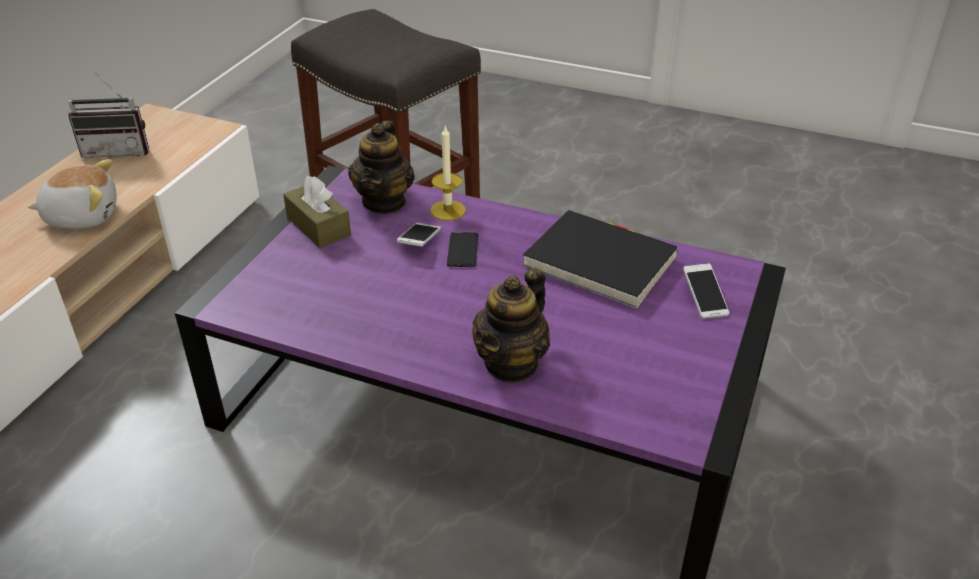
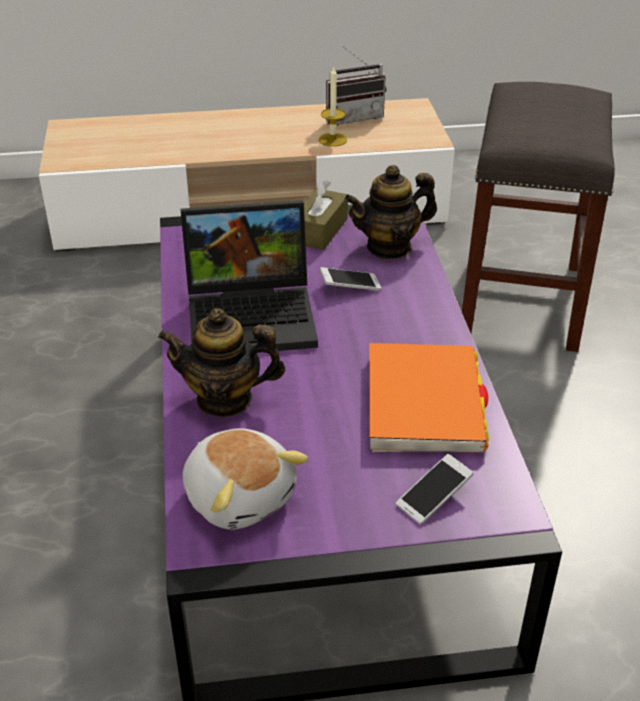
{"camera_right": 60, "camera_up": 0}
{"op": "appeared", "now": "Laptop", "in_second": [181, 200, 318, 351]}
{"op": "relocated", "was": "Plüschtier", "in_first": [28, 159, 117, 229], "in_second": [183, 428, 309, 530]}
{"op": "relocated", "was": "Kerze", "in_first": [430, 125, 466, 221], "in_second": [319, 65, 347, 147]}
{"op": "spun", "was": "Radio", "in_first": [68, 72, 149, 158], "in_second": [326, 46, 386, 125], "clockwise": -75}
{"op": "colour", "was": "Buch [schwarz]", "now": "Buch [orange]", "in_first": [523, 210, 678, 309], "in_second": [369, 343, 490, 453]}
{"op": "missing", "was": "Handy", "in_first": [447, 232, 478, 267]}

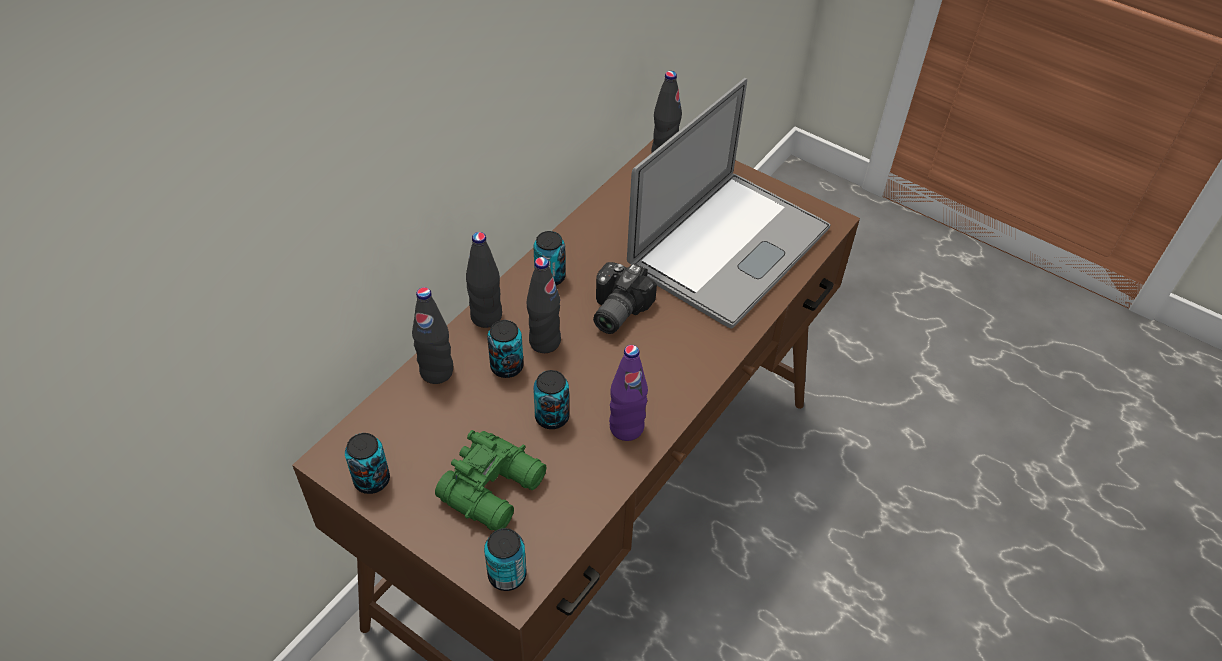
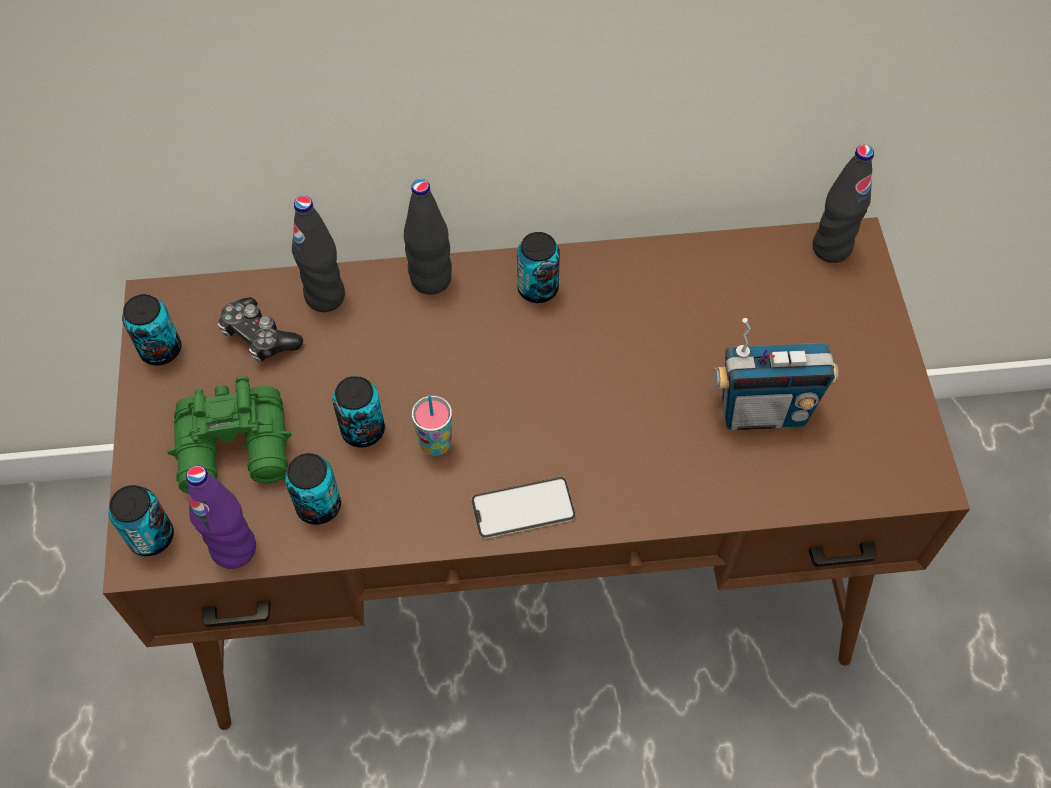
{"camera_right": 50, "camera_up": 10}
{"op": "relocated", "was": "Flasche [lila]", "in_first": [609, 345, 648, 441], "in_second": [186, 465, 256, 569]}
{"op": "appeared", "now": "Gamepad", "in_second": [218, 297, 303, 362]}
{"op": "relocated", "was": "Dose", "in_first": [487, 320, 524, 378], "in_second": [285, 453, 341, 525]}
{"op": "appeared", "now": "Tasse", "in_second": [412, 395, 452, 456]}
{"op": "appeared", "now": "Handy", "in_second": [471, 477, 575, 539]}
{"op": "exchanged", "was": "Laptop", "now": "Radio", "in_first": [627, 78, 831, 329], "in_second": [713, 318, 839, 430]}
{"op": "missing", "was": "Flasche [schwarz]", "in_first": [527, 257, 561, 353]}
{"op": "missing", "was": "Kamera", "in_first": [593, 262, 657, 334]}

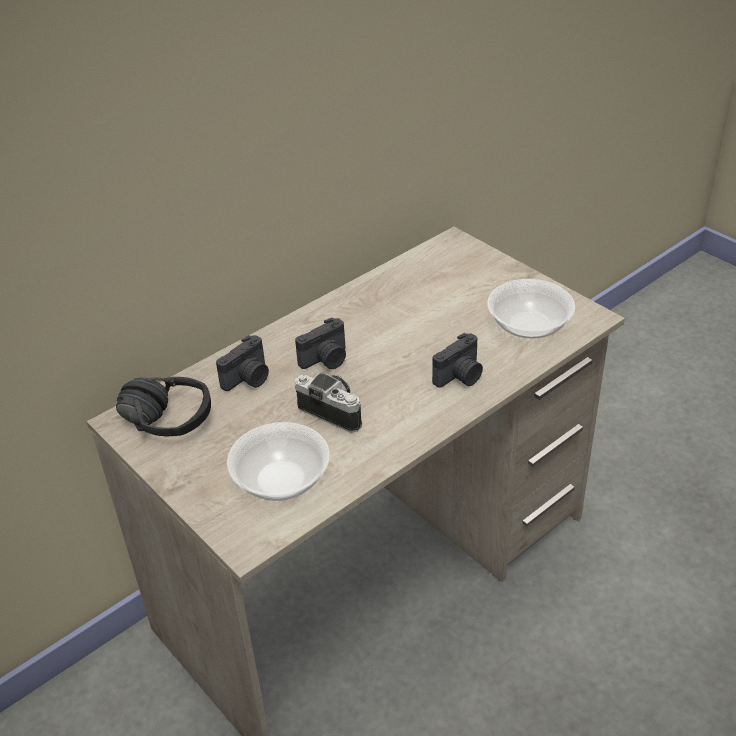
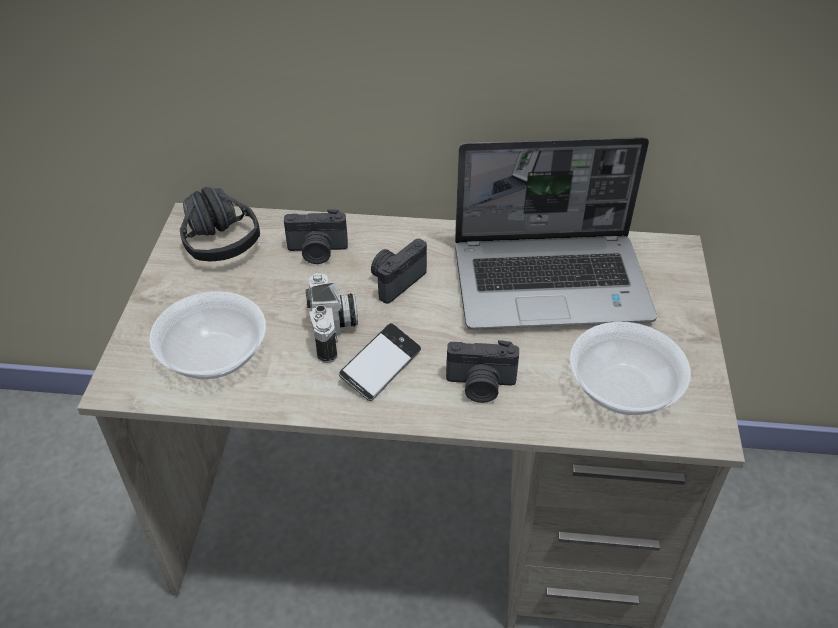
{"camera_right": 45, "camera_up": 5}
{"op": "appeared", "now": "Handy", "in_second": [339, 323, 421, 401]}
{"op": "spun", "was": "Kamera", "in_first": [295, 317, 346, 369], "in_second": [371, 239, 427, 304], "clockwise": 120}
{"op": "appeared", "now": "Laptop", "in_second": [455, 137, 657, 329]}

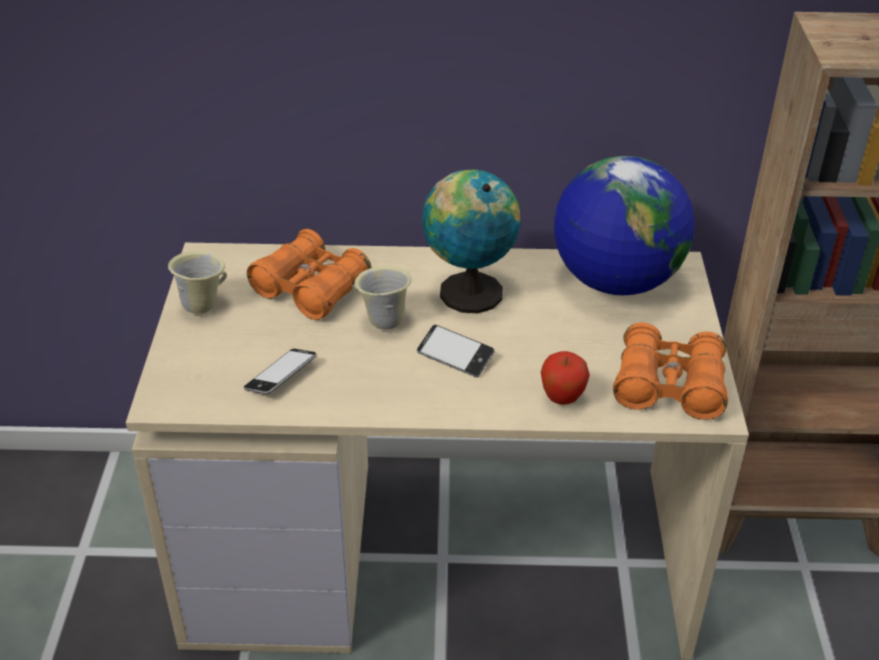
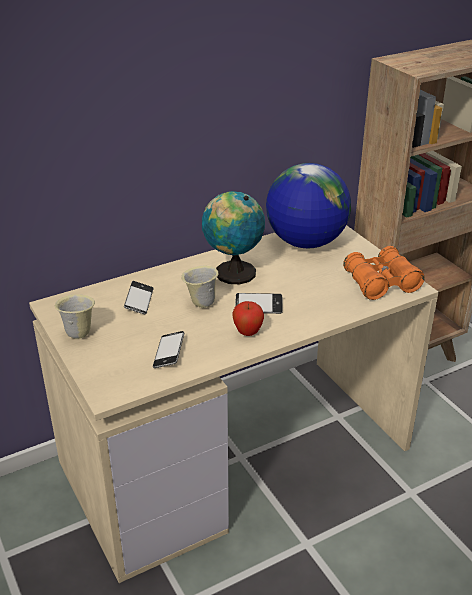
{"camera_right": -30, "camera_up": -5}
{"op": "exchanged", "was": "Fernglas [orange]", "now": "Handy", "in_first": [247, 229, 372, 320], "in_second": [124, 281, 153, 314]}
{"op": "relocated", "was": "Apfel", "in_first": [541, 351, 590, 405], "in_second": [232, 301, 264, 336]}

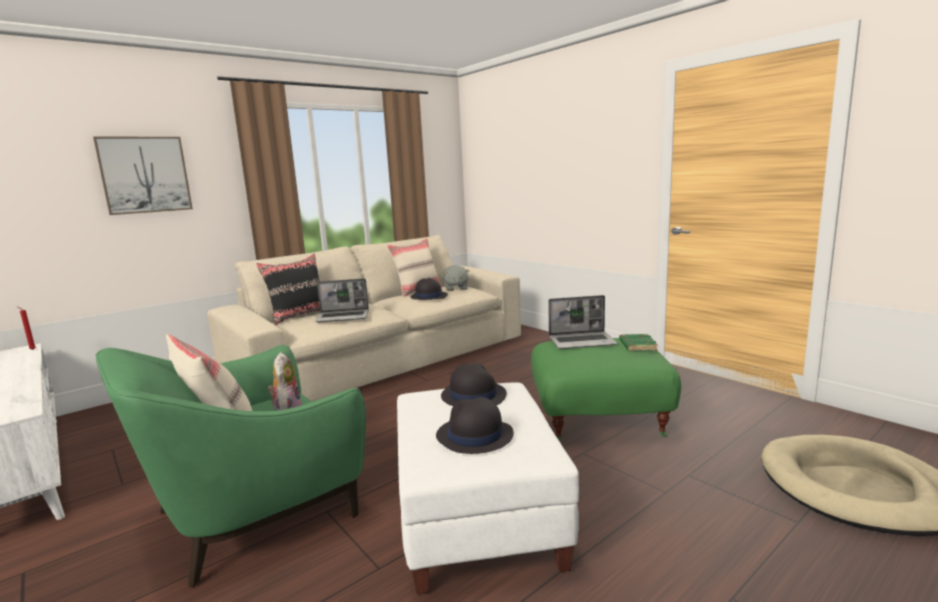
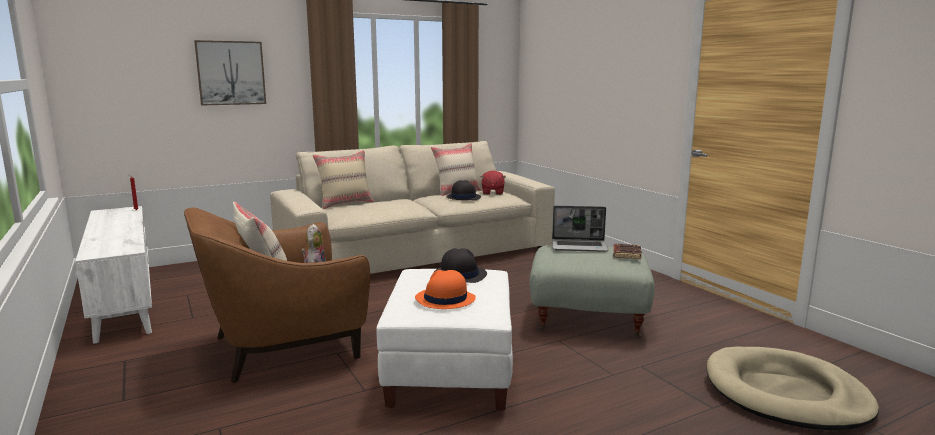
{"camera_right": 10, "camera_up": 0}
{"op": "colour", "was": "Sessel [grün]", "now": "Sessel [braun]", "in_first": [96, 345, 366, 587], "in_second": [184, 207, 370, 383]}
{"op": "colour", "was": "Kissen [schwarz]", "now": "Kissen [beige]", "in_first": [256, 254, 320, 325], "in_second": [313, 150, 374, 209]}
{"op": "colour", "was": "Hut [schwarz]", "now": "Hut [orange]", "in_first": [436, 397, 514, 454], "in_second": [415, 270, 476, 309]}
{"op": "colour", "was": "Plüschtier [grau]", "now": "Plüschtier [rot]", "in_first": [443, 265, 470, 291], "in_second": [480, 170, 506, 195]}
{"op": "colour", "was": "Polsterhocker [grün]", "now": "Polsterhocker [grau]", "in_first": [531, 338, 681, 441], "in_second": [530, 244, 655, 338]}
{"op": "colour", "was": "Buch [grün]", "now": "Buch [braun]", "in_first": [619, 334, 658, 351], "in_second": [613, 244, 642, 259]}
{"op": "missing", "was": "Laptop", "in_first": [315, 278, 369, 323]}

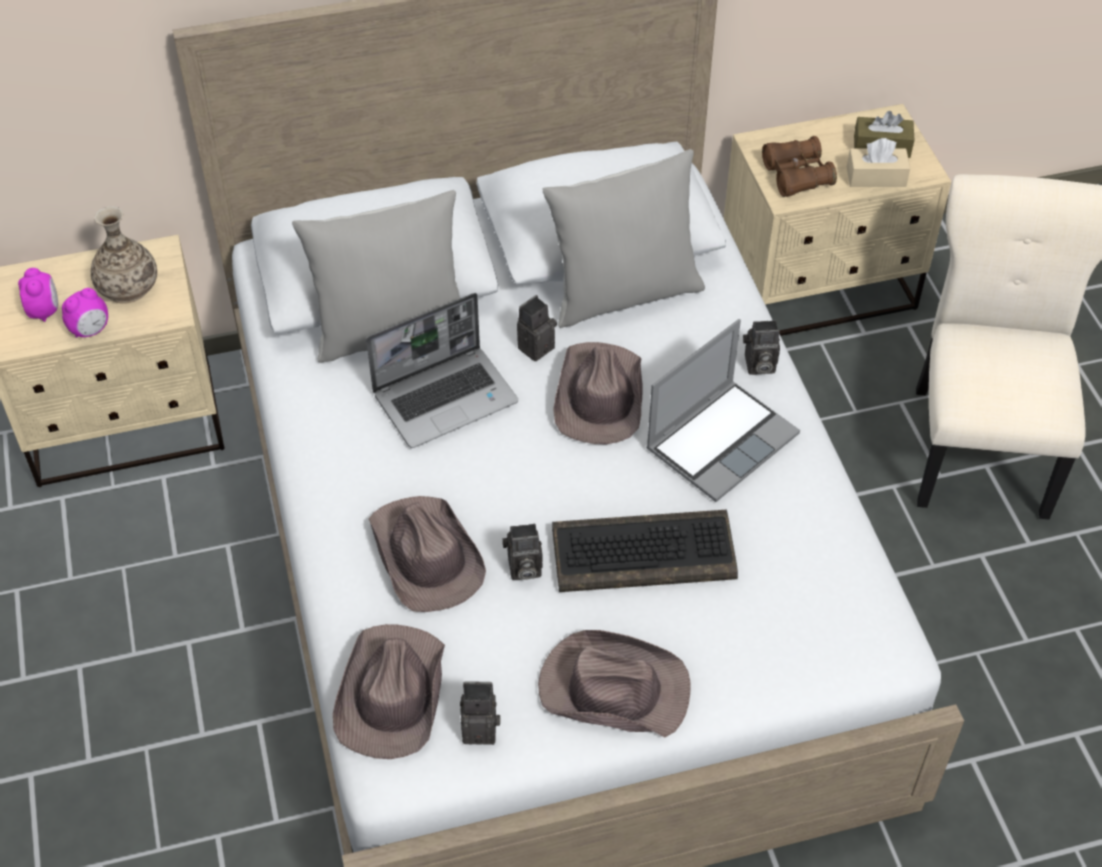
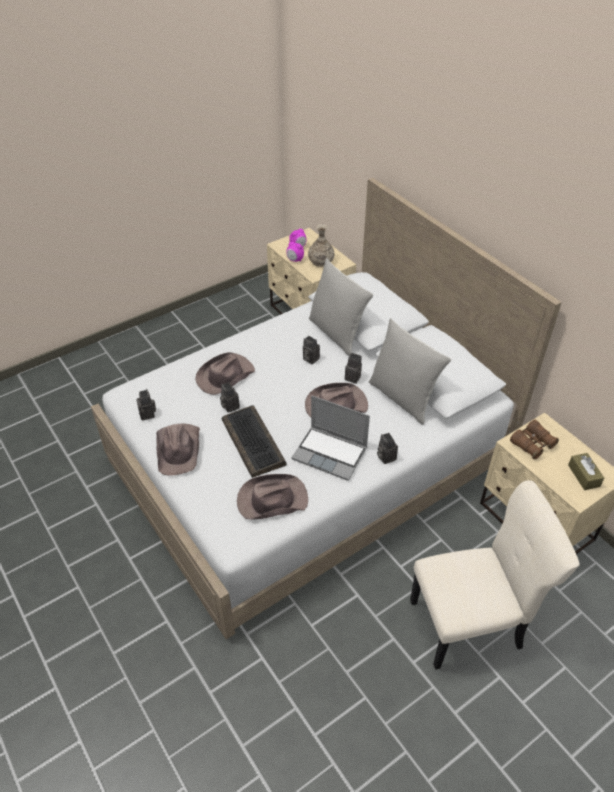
{"camera_right": 70, "camera_up": -5}
{"op": "relocated", "was": "Hut [braun]", "in_first": [333, 624, 445, 759], "in_second": [237, 474, 308, 520]}
{"op": "exchanged", "was": "Laptop", "now": "Kamera", "in_first": [366, 293, 518, 448], "in_second": [303, 336, 320, 364]}
{"op": "missing", "was": "Taschentuchbox [beige]", "in_first": [847, 138, 910, 187]}

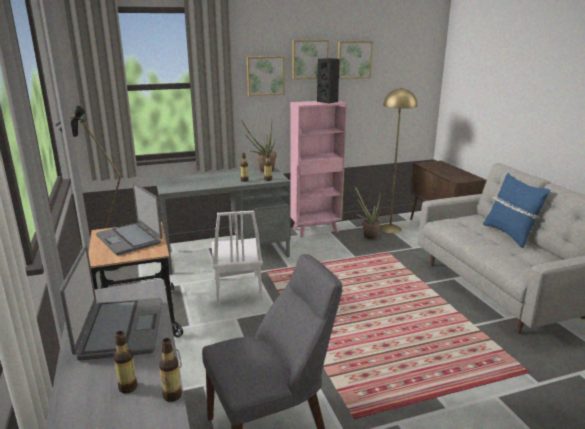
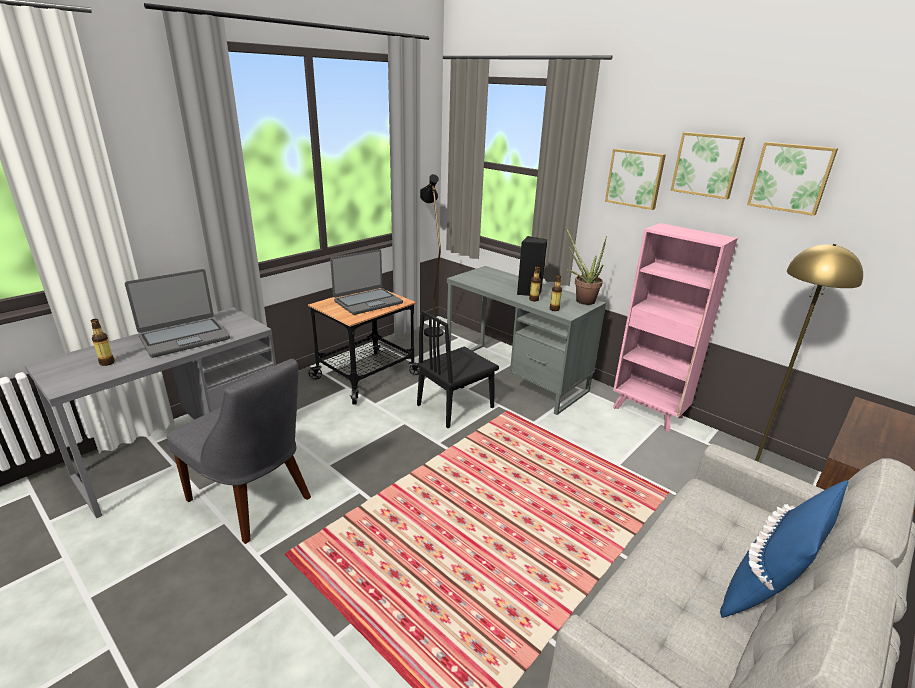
{"camera_right": 60, "camera_up": 5}
{"op": "spun", "was": "Laptop", "in_first": [96, 182, 162, 255], "in_second": [330, 249, 403, 315], "clockwise": -150}
{"op": "colour", "was": "Stuhl [weiß]", "now": "Stuhl [schwarz]", "in_first": [211, 211, 263, 306], "in_second": [417, 310, 499, 428]}
{"op": "relocated", "was": "Lautsprecher [schwarz]", "in_first": [317, 58, 340, 104], "in_second": [517, 236, 547, 296]}
{"op": "missing", "was": "Flasche", "in_first": [159, 338, 182, 402]}
{"op": "missing", "was": "Topfpflanze", "in_first": [355, 187, 381, 239]}

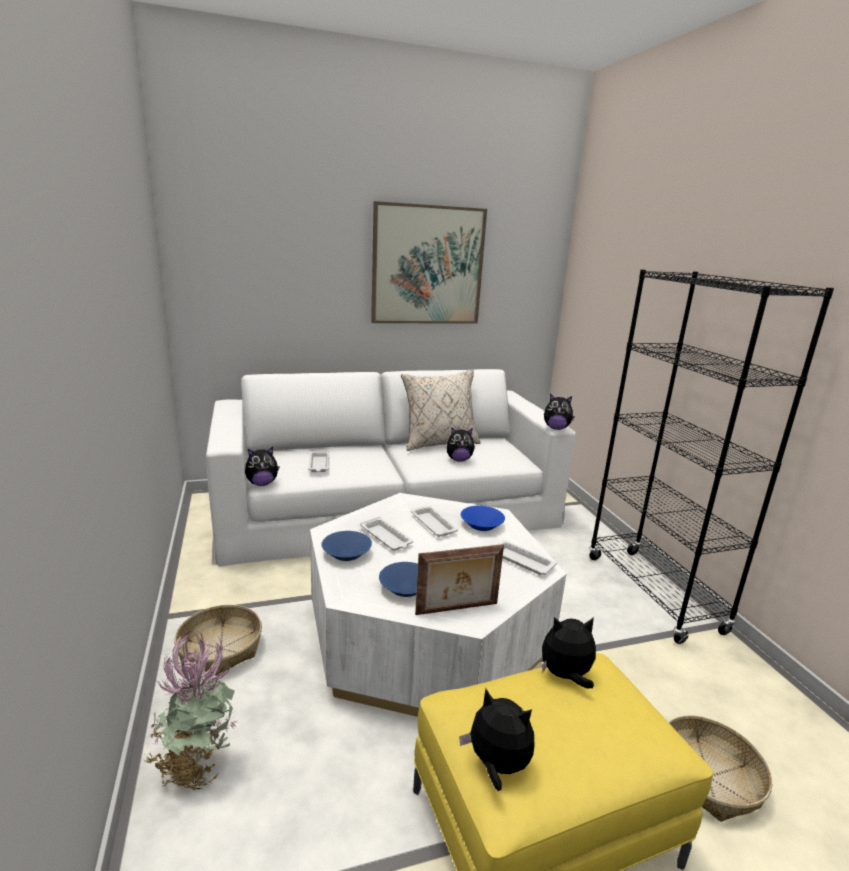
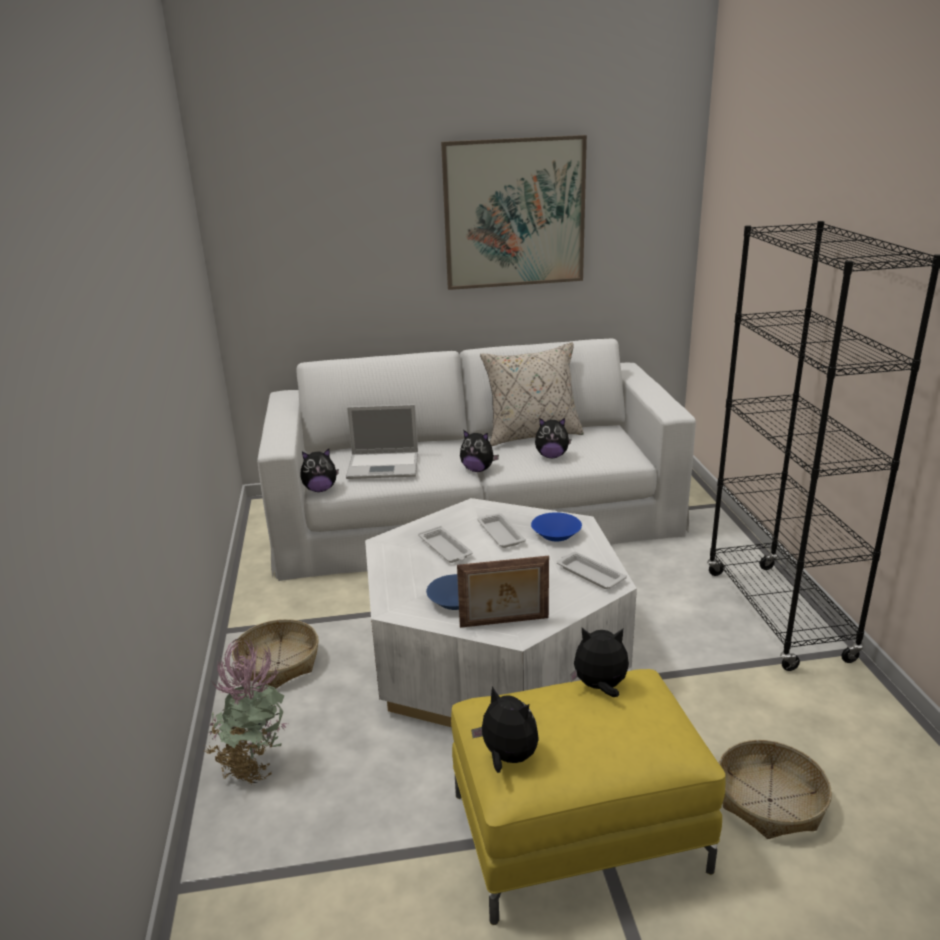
{"camera_right": 10, "camera_up": 5}
{"op": "exchanged", "was": "Tablett [weiß]", "now": "Laptop", "in_first": [308, 451, 329, 472], "in_second": [346, 404, 418, 479]}
{"op": "relocated", "was": "Plüschtier", "in_first": [544, 394, 575, 430], "in_second": [460, 430, 499, 472]}
{"op": "missing", "was": "Schüssel [blau]", "in_first": [322, 531, 372, 561]}

